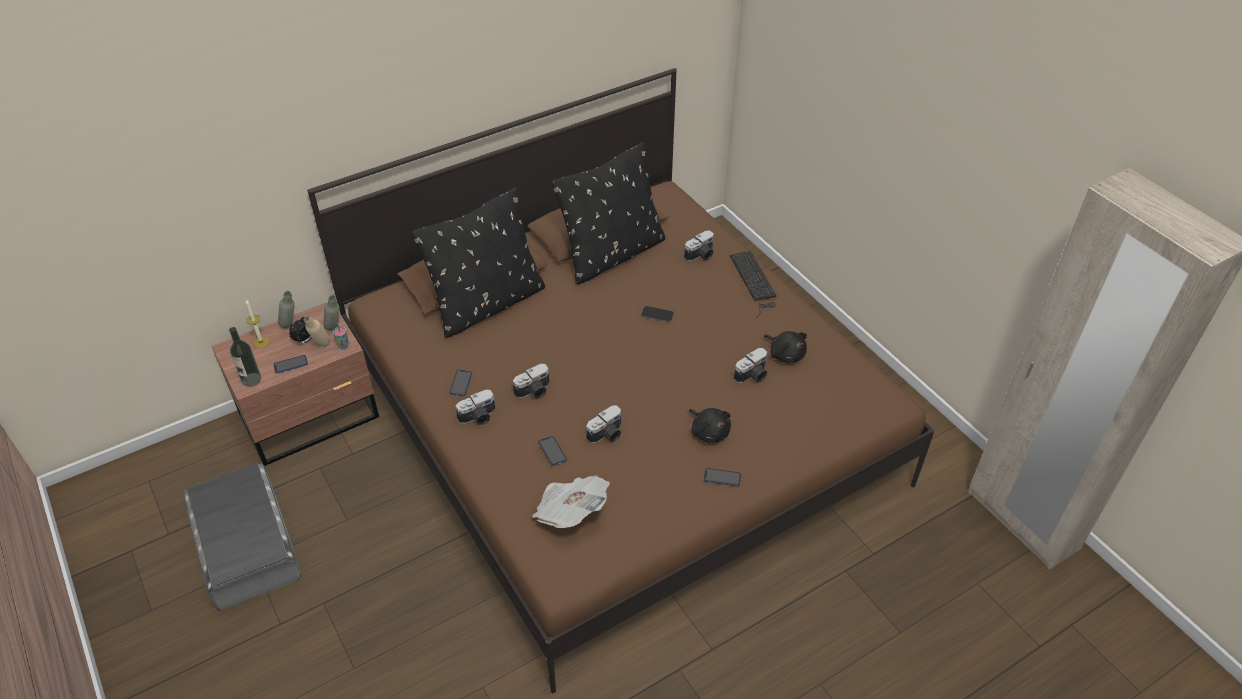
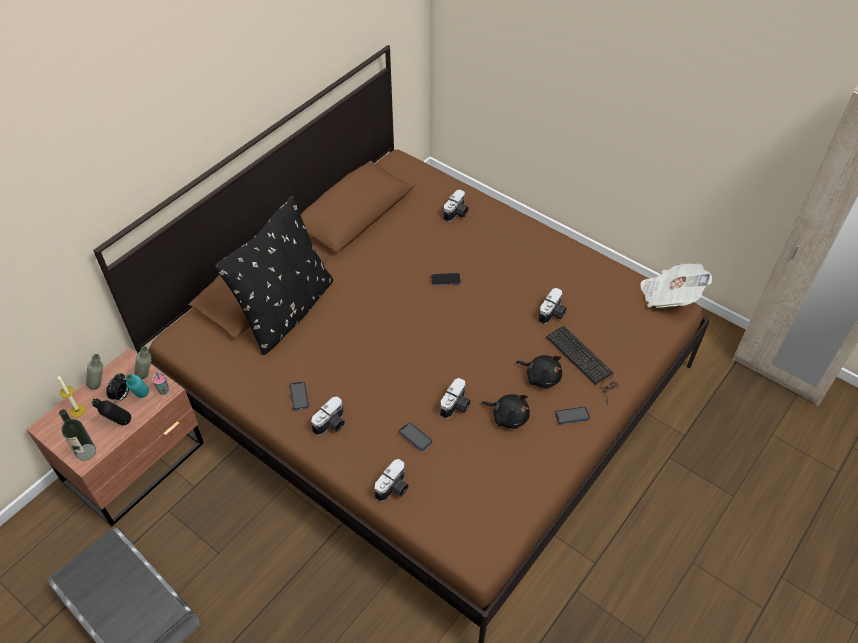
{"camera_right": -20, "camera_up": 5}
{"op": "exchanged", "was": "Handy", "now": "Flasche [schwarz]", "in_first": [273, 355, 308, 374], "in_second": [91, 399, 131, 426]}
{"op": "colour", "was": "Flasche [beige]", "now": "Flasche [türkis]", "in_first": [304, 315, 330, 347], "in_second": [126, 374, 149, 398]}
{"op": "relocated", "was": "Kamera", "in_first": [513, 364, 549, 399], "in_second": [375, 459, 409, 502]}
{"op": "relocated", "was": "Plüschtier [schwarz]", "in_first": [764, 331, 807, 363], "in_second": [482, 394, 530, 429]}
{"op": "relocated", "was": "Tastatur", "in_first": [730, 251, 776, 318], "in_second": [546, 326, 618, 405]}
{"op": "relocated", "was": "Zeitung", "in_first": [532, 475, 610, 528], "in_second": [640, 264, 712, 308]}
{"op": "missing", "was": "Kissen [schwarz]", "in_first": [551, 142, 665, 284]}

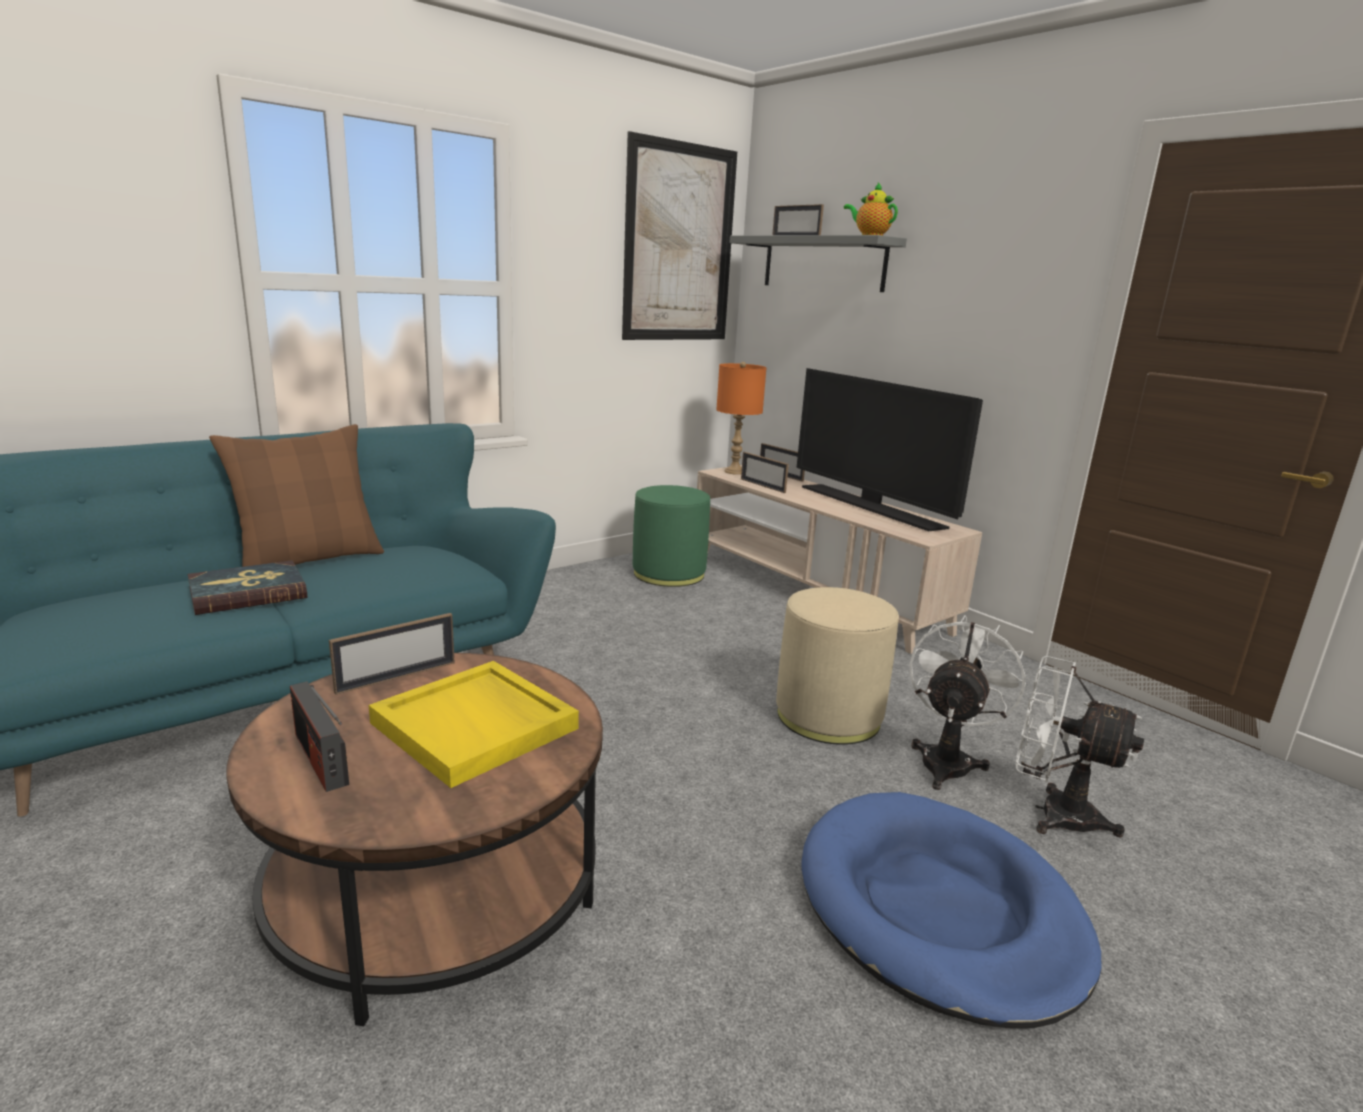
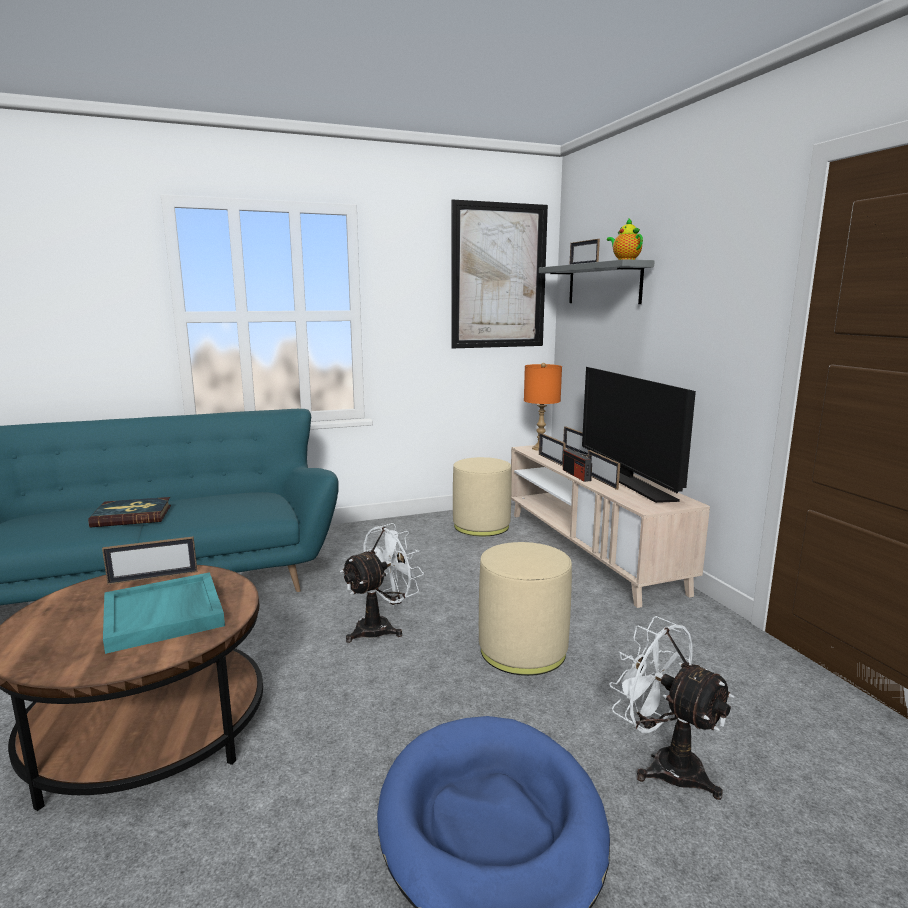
{"camera_right": 20, "camera_up": -5}
{"op": "colour", "was": "Tablett [gelb]", "now": "Tablett [türkis]", "in_first": [369, 661, 579, 788], "in_second": [103, 572, 225, 654]}
{"op": "relocated", "was": "Ventilator [weiß]", "in_first": [909, 615, 1026, 790], "in_second": [340, 523, 424, 643]}
{"op": "colour", "was": "Polsterhocker [grün]", "now": "Polsterhocker [beige]", "in_first": [633, 485, 710, 587], "in_second": [453, 457, 512, 536]}
{"op": "relocated", "was": "Radio", "in_first": [290, 681, 349, 792], "in_second": [563, 449, 592, 482]}
{"op": "appeared", "now": "Bilderrahmen", "in_second": [588, 450, 620, 490]}
{"op": "missing", "was": "Kissen [braun]", "in_first": [209, 424, 384, 567]}

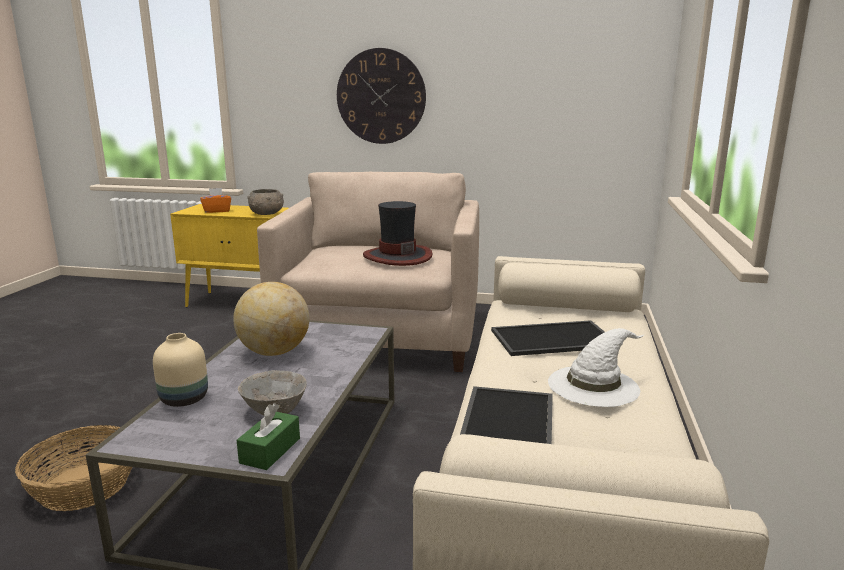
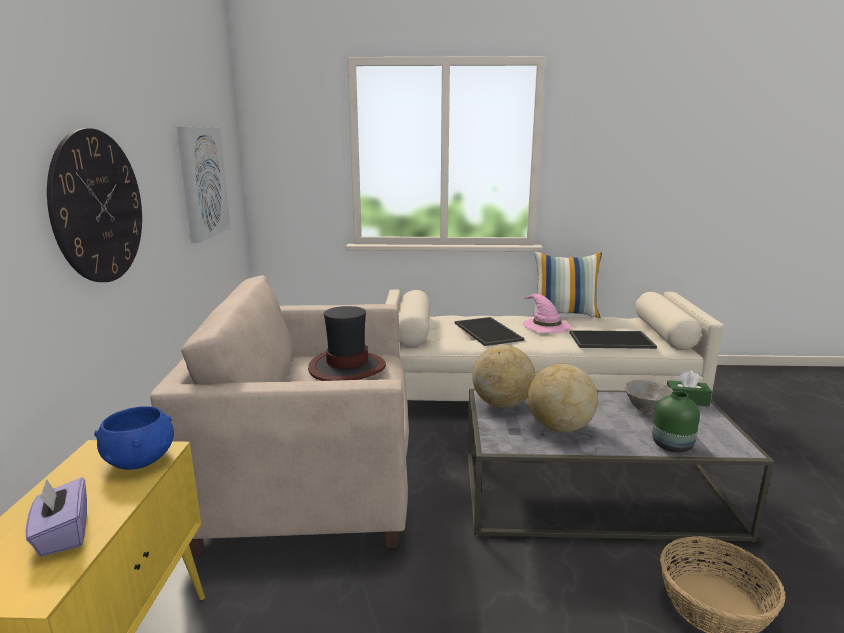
{"camera_right": -100, "camera_up": 0}
{"op": "colour", "was": "Taschentuchbox [orange]", "now": "Taschentuchbox [lila]", "in_first": [200, 188, 231, 213], "in_second": [25, 477, 87, 557]}
{"op": "colour", "was": "Schüssel [grau]", "now": "Schüssel [blau]", "in_first": [247, 189, 284, 215], "in_second": [94, 406, 174, 470]}
{"op": "appeared", "now": "Bild", "in_second": [177, 127, 231, 243]}
{"op": "appeared", "now": "Globus", "in_second": [472, 345, 535, 408]}
{"op": "colour", "was": "Hut [weiß]", "now": "Hut [rosa]", "in_first": [548, 328, 645, 407], "in_second": [522, 294, 571, 333]}
{"op": "appeared", "now": "Kissen", "in_second": [533, 252, 602, 318]}
{"op": "colour", "was": "Vase [beige]", "now": "Vase [grün]", "in_first": [153, 333, 208, 407], "in_second": [652, 391, 700, 452]}

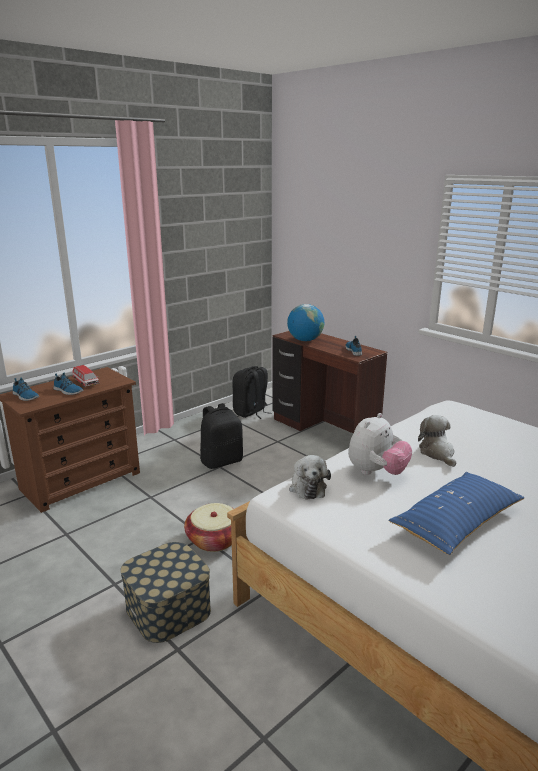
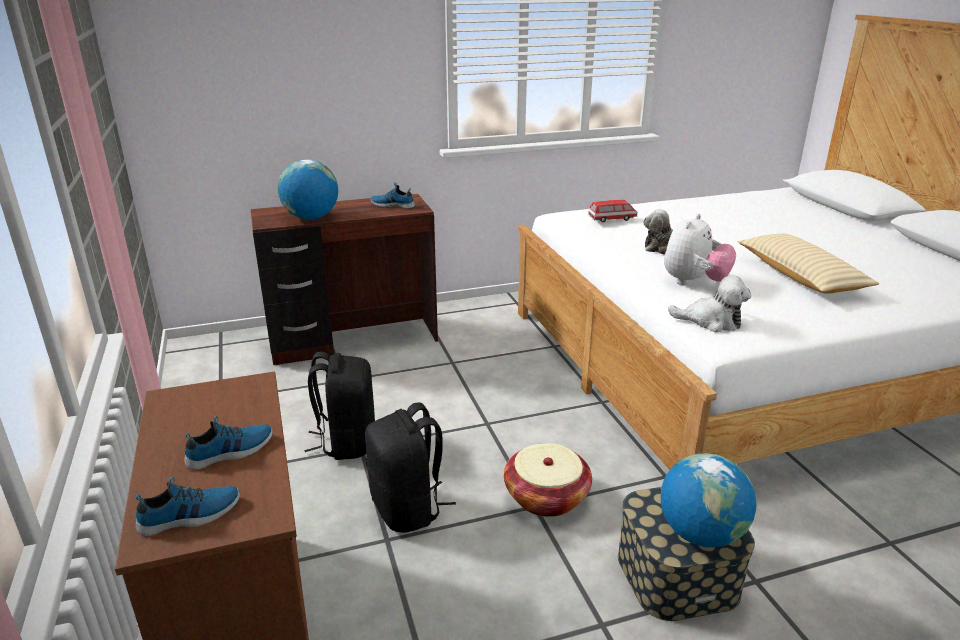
{"camera_right": -65, "camera_up": 5}
{"op": "relocated", "was": "Rucksack [schwarz]", "in_first": [232, 366, 272, 419], "in_second": [365, 402, 456, 533]}
{"op": "relocated", "was": "Spielzeugauto", "in_first": [72, 365, 99, 387], "in_second": [588, 200, 637, 222]}
{"op": "appeared", "now": "Globus", "in_second": [661, 453, 756, 548]}
{"op": "spun", "was": "Plüschtier", "in_first": [348, 413, 412, 475], "in_second": [664, 213, 736, 285], "clockwise": 60}
{"op": "colour", "was": "Kissen [blau]", "now": "Kissen [beige]", "in_first": [388, 472, 524, 555], "in_second": [738, 233, 879, 294]}

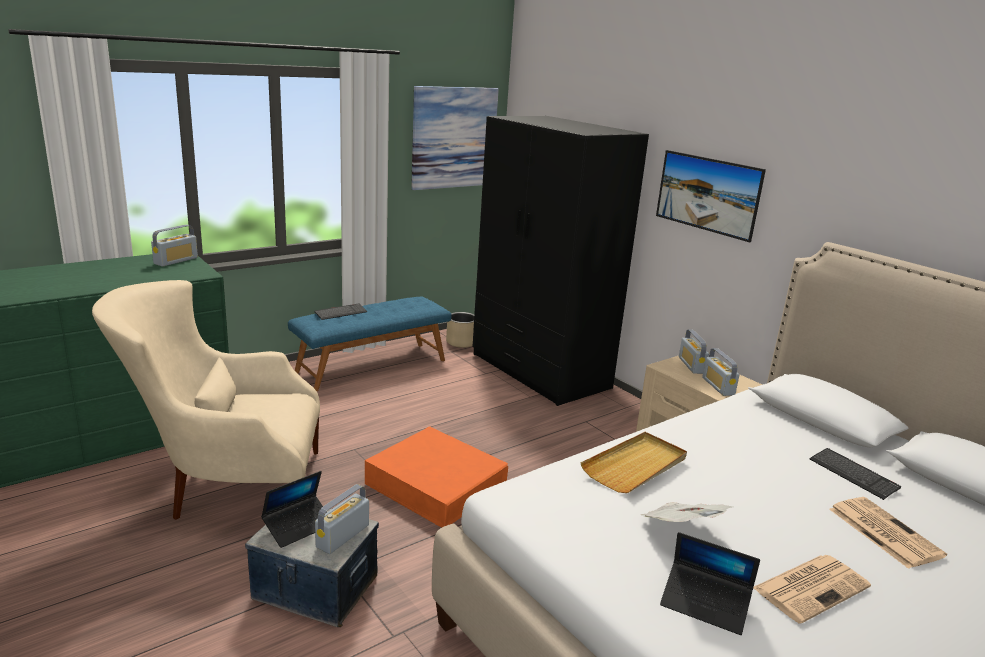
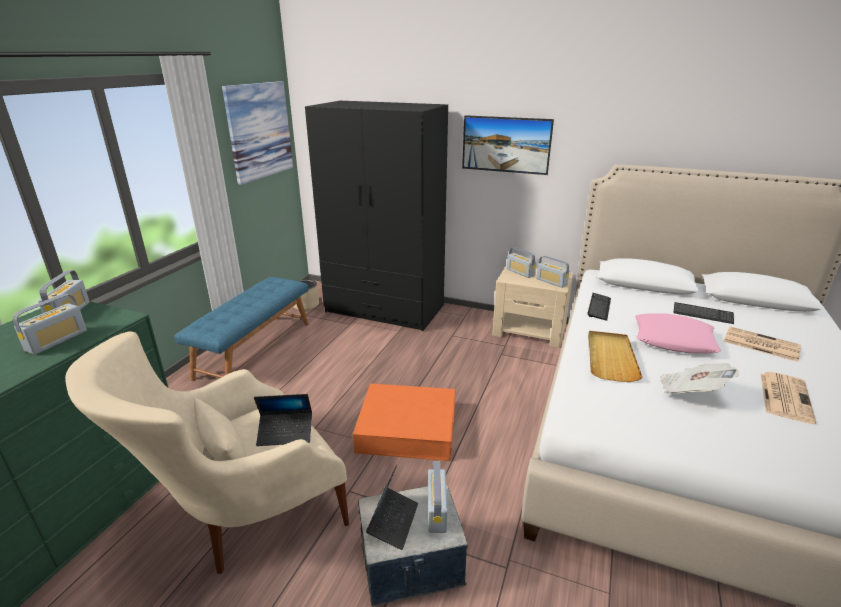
{"camera_right": -30, "camera_up": 5}
{"op": "appeared", "now": "Radio", "in_second": [13, 294, 87, 355]}
{"op": "relocated", "was": "Laptop", "in_first": [660, 532, 760, 635], "in_second": [254, 394, 312, 446]}
{"op": "relocated", "was": "Tastatur", "in_first": [314, 303, 367, 320], "in_second": [587, 293, 611, 321]}
{"op": "appeared", "now": "Kissen [rosa]", "in_second": [635, 313, 721, 354]}

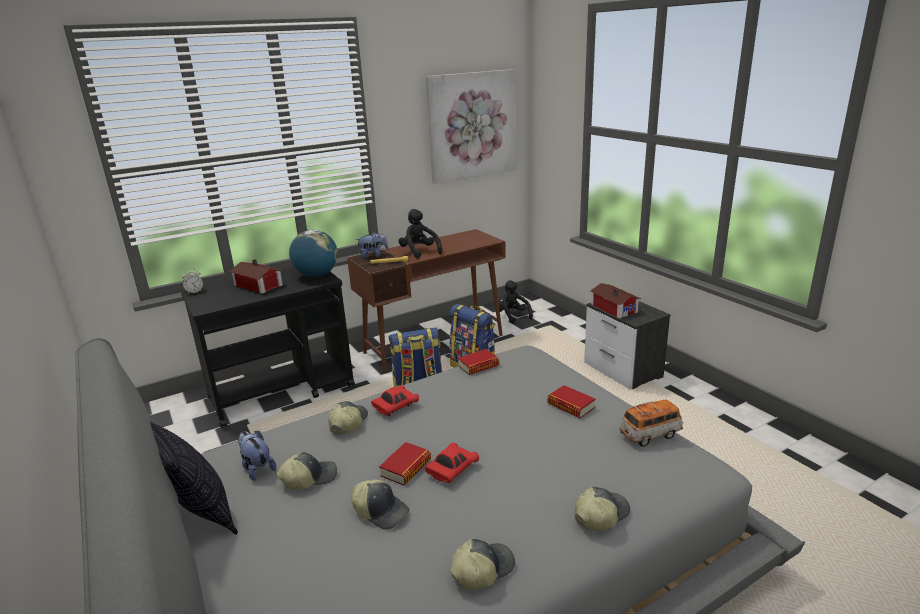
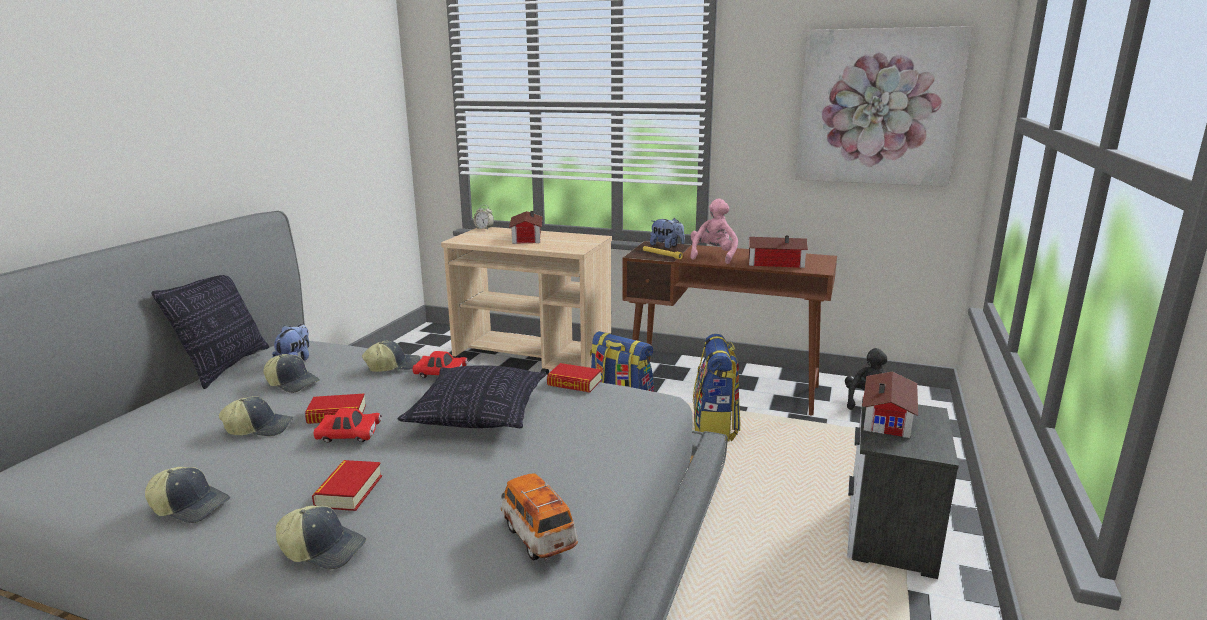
{"camera_right": 50, "camera_up": -5}
{"op": "spun", "was": "Kappe", "in_first": [351, 479, 409, 530], "in_second": [219, 396, 293, 436], "clockwise": -90}
{"op": "relocated", "was": "Buch", "in_first": [547, 385, 596, 418], "in_second": [312, 460, 382, 511]}
{"op": "appeared", "now": "Kissen", "in_second": [398, 365, 546, 428]}
{"op": "colour", "was": "Rollwagen [schwarz]", "now": "Rollwagen [beige]", "in_first": [181, 267, 355, 428], "in_second": [441, 227, 612, 375]}
{"op": "spun", "was": "Spielzeugauto", "in_first": [620, 400, 683, 447], "in_second": [501, 473, 578, 560], "clockwise": -150}
{"op": "colour", "was": "Plüschtier [schwarz]", "now": "Plüschtier [rosa]", "in_first": [398, 209, 442, 258], "in_second": [690, 198, 738, 264]}
{"op": "appeared", "now": "Spielzeughaus", "in_second": [749, 235, 808, 268]}
{"op": "missing", "was": "Globus", "in_first": [289, 230, 338, 277]}

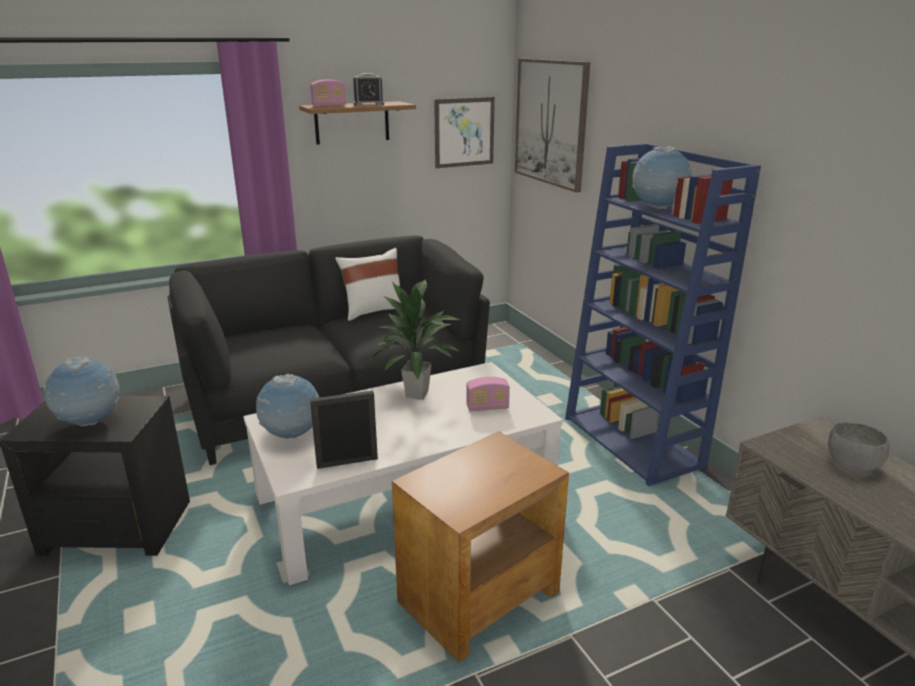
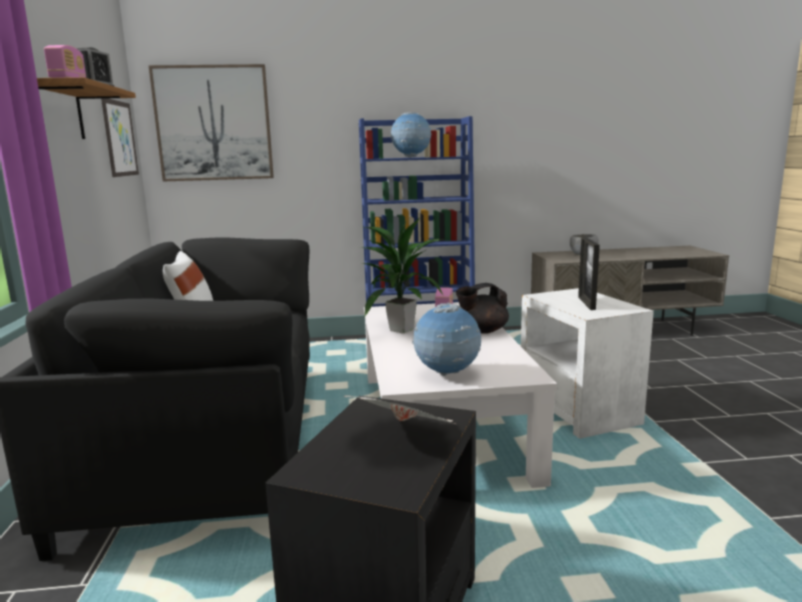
{"camera_right": -70, "camera_up": -10}
{"op": "exchanged", "was": "Globus", "now": "Zeitung", "in_first": [44, 357, 120, 426], "in_second": [344, 395, 455, 424]}
{"op": "appeared", "now": "Teekanne [schwarz]", "in_second": [456, 283, 509, 334]}
{"op": "colour", "was": "Beistelltisch [braun]", "now": "Beistelltisch [weiß]", "in_first": [392, 431, 569, 662], "in_second": [521, 288, 654, 439]}
{"op": "relocated", "was": "Bilderrahmen", "in_first": [310, 391, 378, 469], "in_second": [578, 237, 600, 310]}

